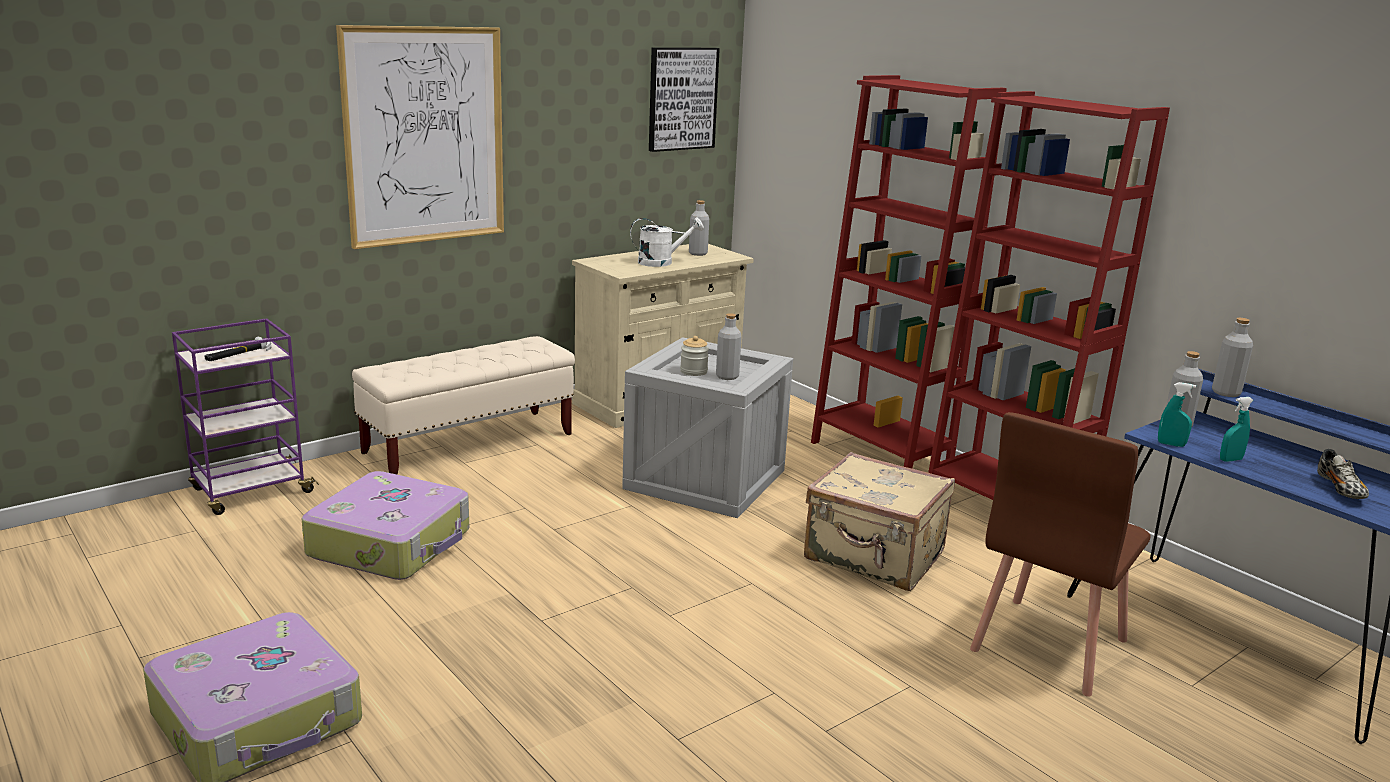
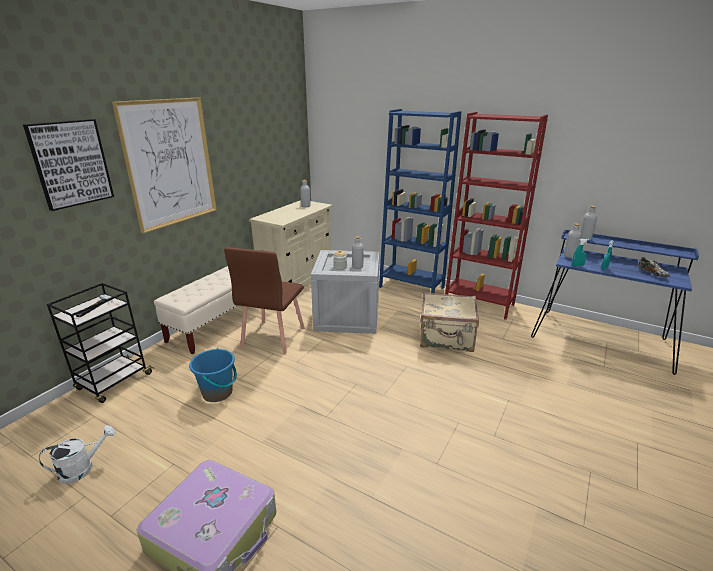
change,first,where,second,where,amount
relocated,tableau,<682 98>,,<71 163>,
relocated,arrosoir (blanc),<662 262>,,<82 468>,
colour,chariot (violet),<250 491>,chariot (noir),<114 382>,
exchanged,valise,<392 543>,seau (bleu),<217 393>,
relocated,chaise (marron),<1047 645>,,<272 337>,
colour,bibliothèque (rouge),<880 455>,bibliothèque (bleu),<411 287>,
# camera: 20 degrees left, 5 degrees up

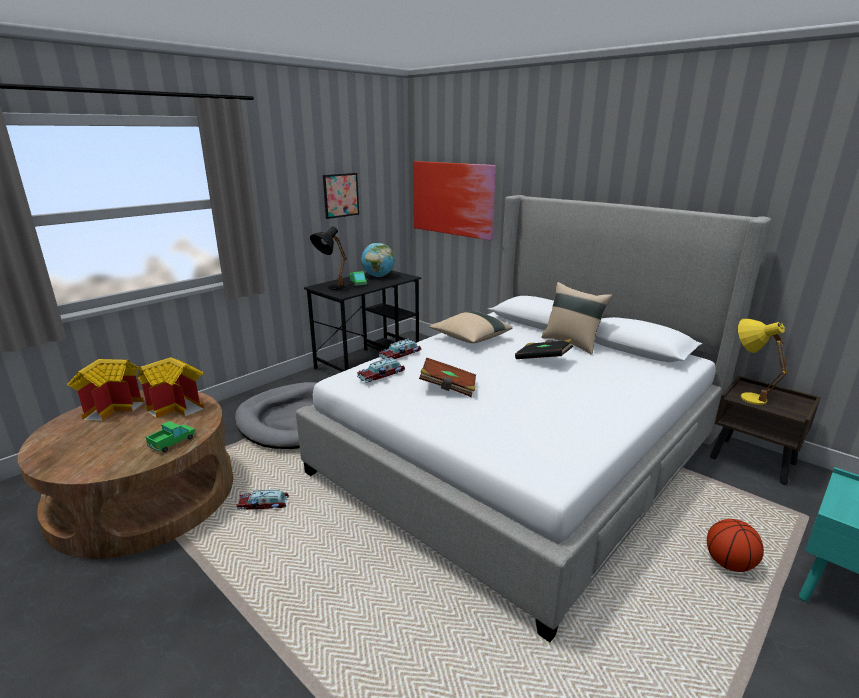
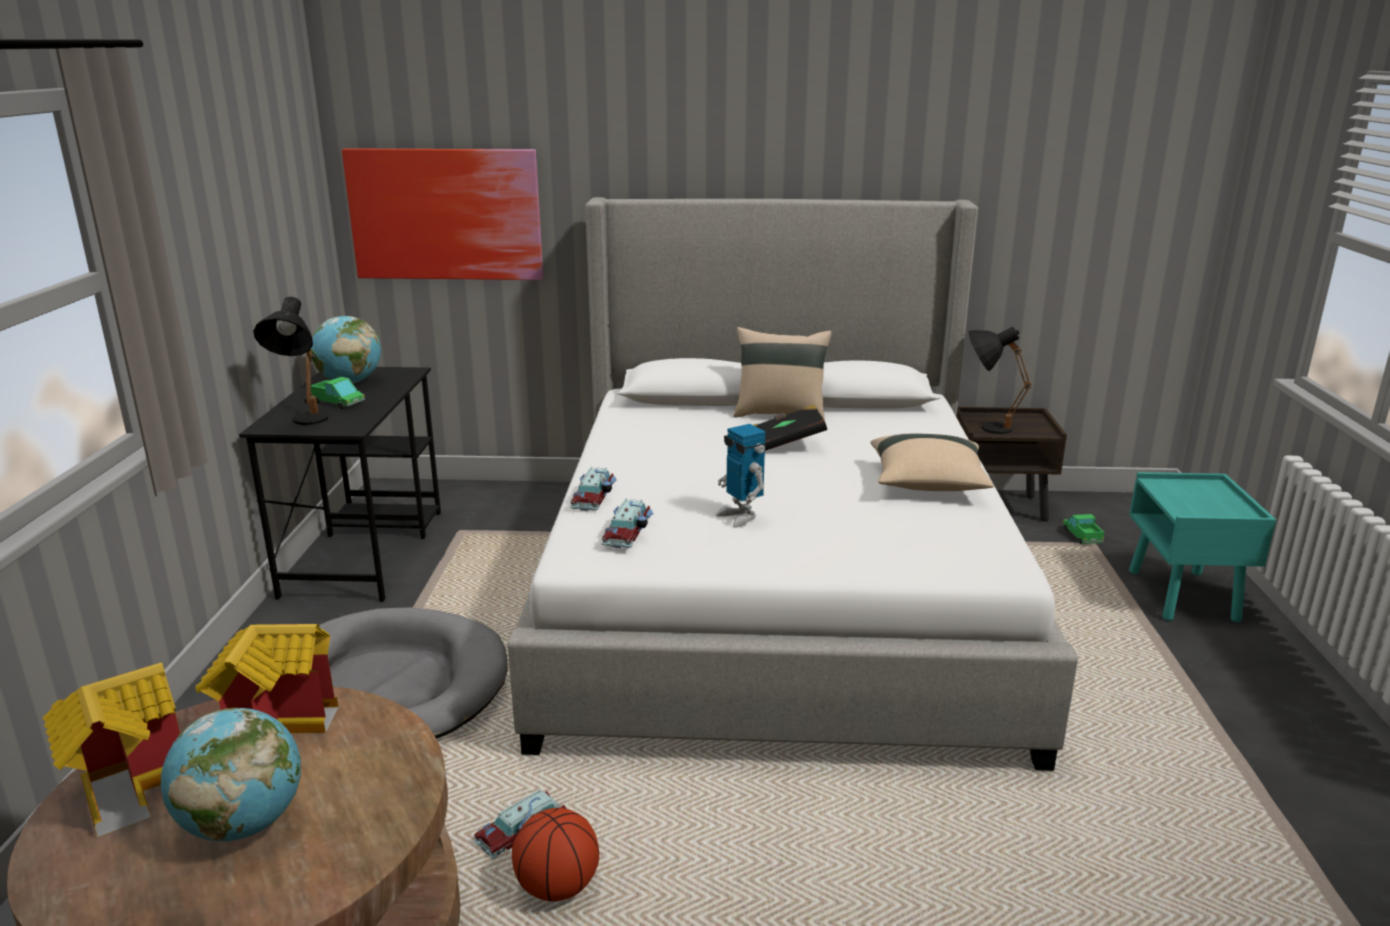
change,first,where,second,where,amount
appeared,,,globe,<243 824>,
relocated,ballon de basket,<729 564>,,<558 887>,
exchanged,livre (marron),<448 388>,robot jouet,<740 517>,
relocated,coussin (beige),<470 339>,,<927 484>,
colour,lampe de table (jaune),<745 395>,lampe de table (noir),<985 427>,
relocated,camion jouet,<172 442>,,<1081 536>,
missing,tableau,<341 195>,,,
# camera: 40 degrees left, 0 degrees up

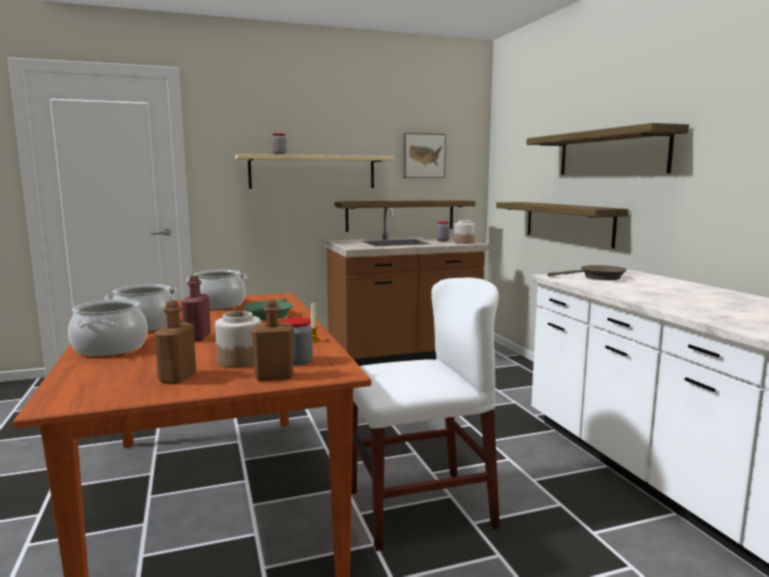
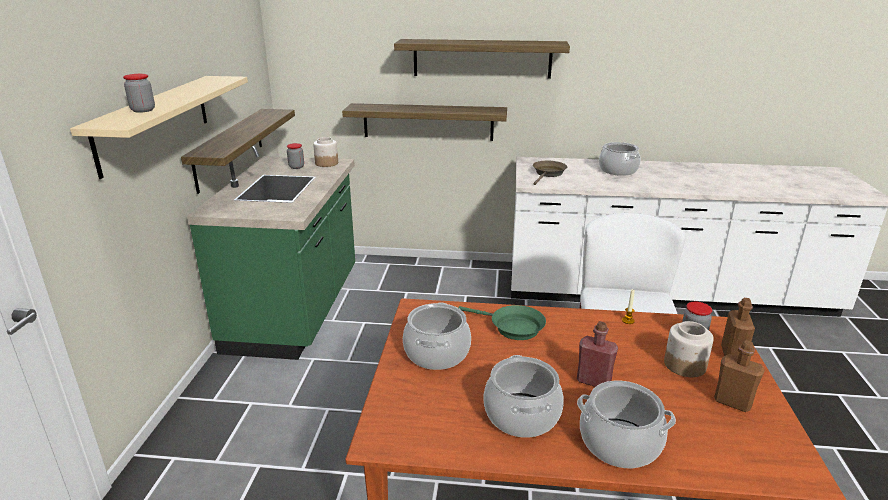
change,first,where,second,where,amount
colour,comptoir de cuisine (marron),<403 355>,comptoir de cuisine (vert),<296 310>,
appeared,,,marmite,<618 170>,
missing,tableau,<423 156>,,,
# camera: 65 degrees left, 15 degrees up

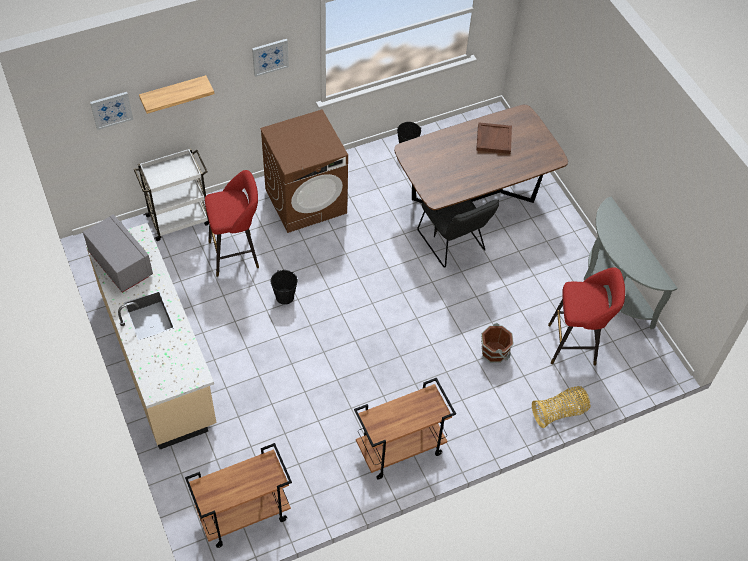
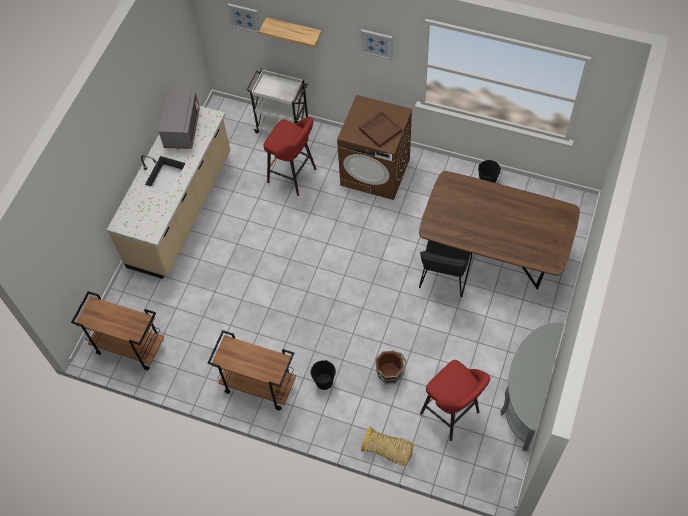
change,first,where,second,where,amount
relocated,seau (noir),<284 297>,,<324 382>,
relocated,plateau (marron),<493 139>,,<380 129>,
# camera: 50 degrees right, 5 degrees up

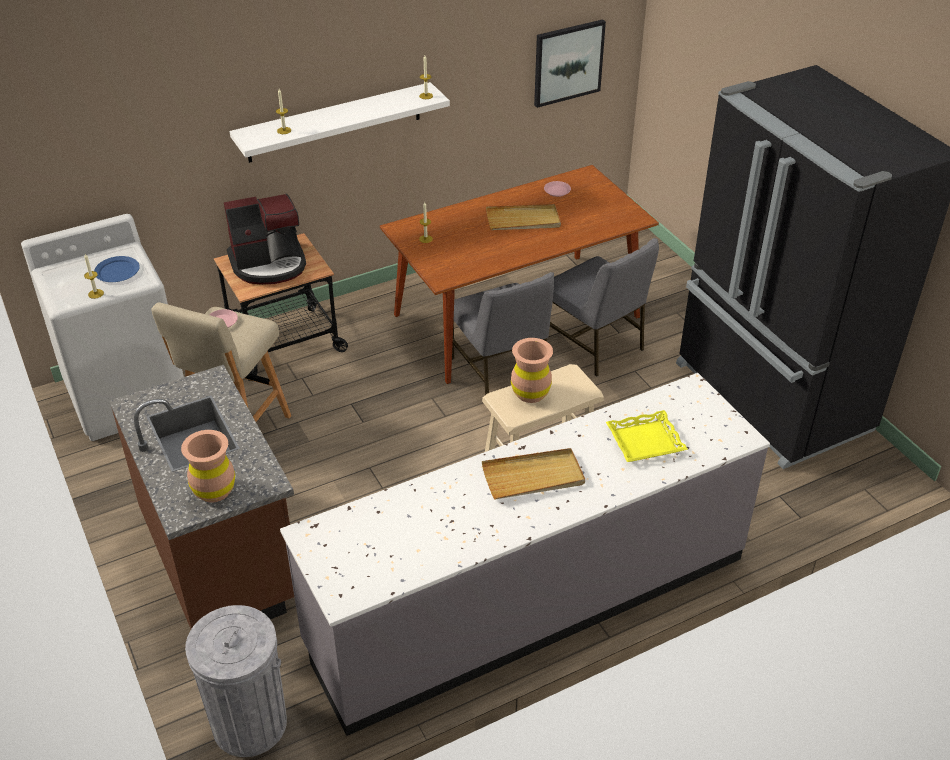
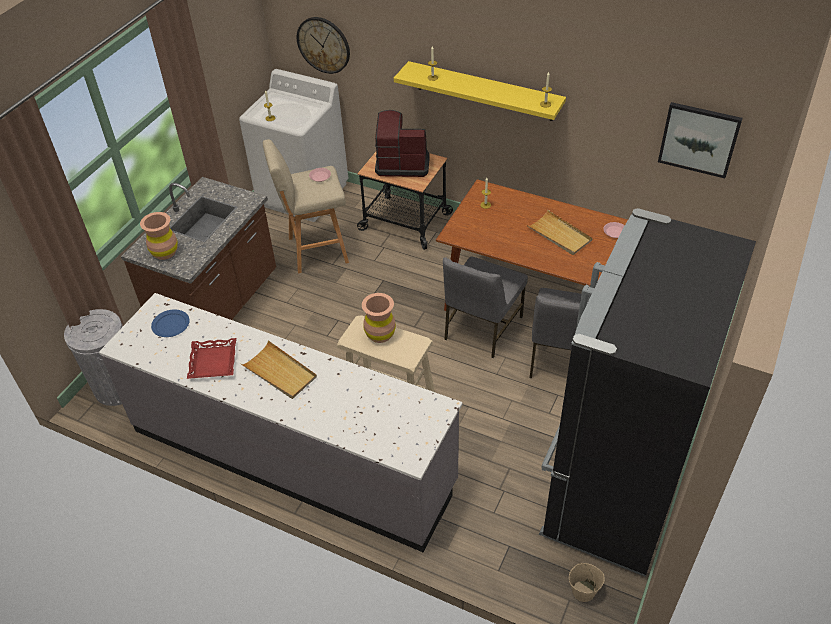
change,first,where,second,where,amount
relocated,assiette (bleu),<117 271>,,<171 324>,
appeared,,,plateau (rouge),<213 362>,
appeared,,,horloge murale,<323 45>,
spun,machine à café,<269 264>,,<402 163>,150 degrees clockwise
colour,étagère (blanc),<334 122>,étagère (jaune),<484 91>,
appeared,,,seau (beige),<583 591>,
missing,plateau (jaune),<645 441>,,,
# camera: 55 degrees right, 5 degrees up

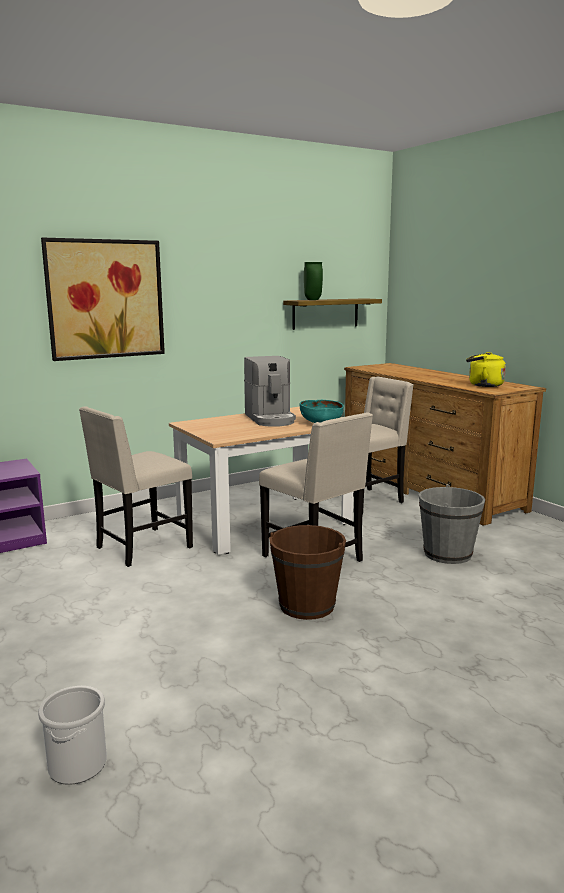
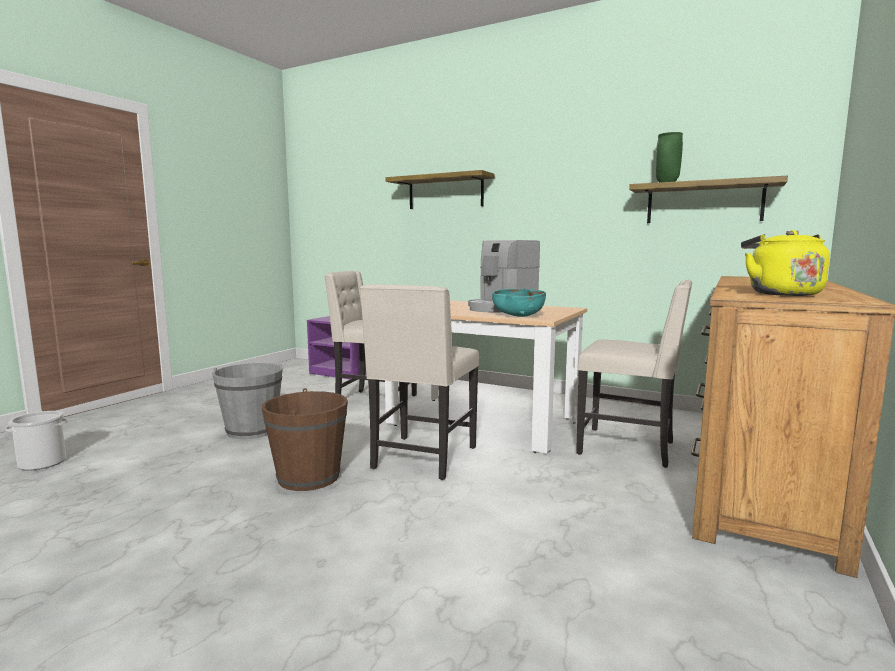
change,first,where,second,where,amount
relocated,seau (gris),<447 554>,,<252 430>,
exchanged,tableau,<105 299>,étagère,<445 192>,
# camera: 60 degrees right, 5 degrees down

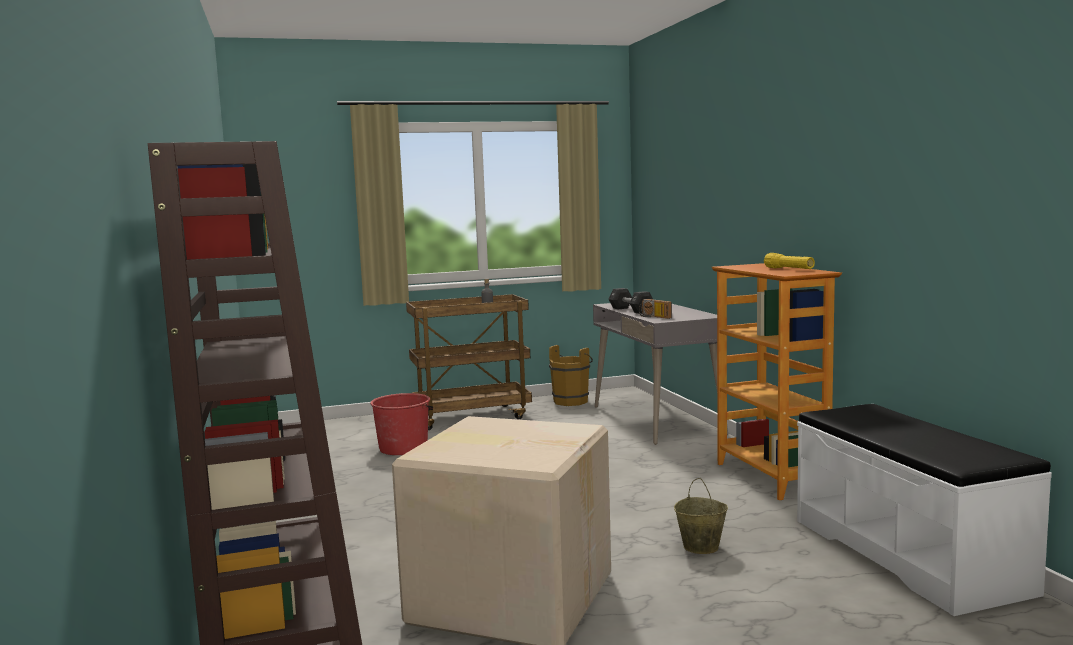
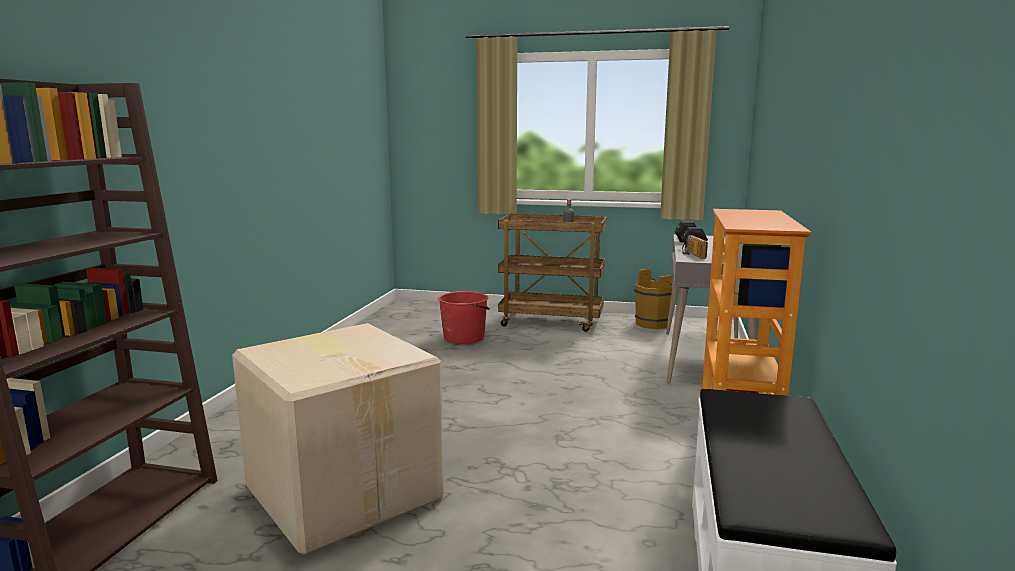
change,first,where,second,where,amount
missing,seau (beige),<700 547>,,,
missing,lampe de poche (jaune),<789 269>,,,
# camera: 30 degrees right, 5 degrees up

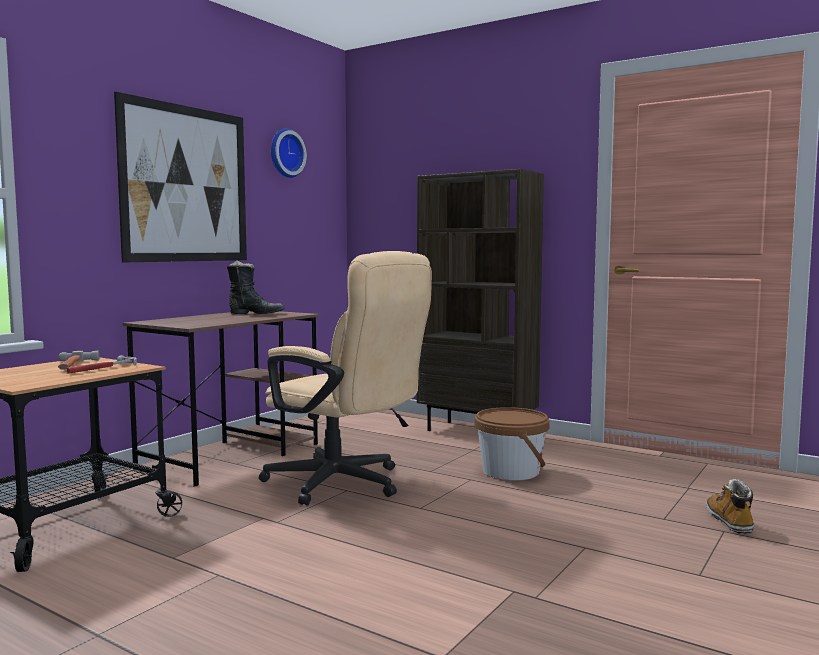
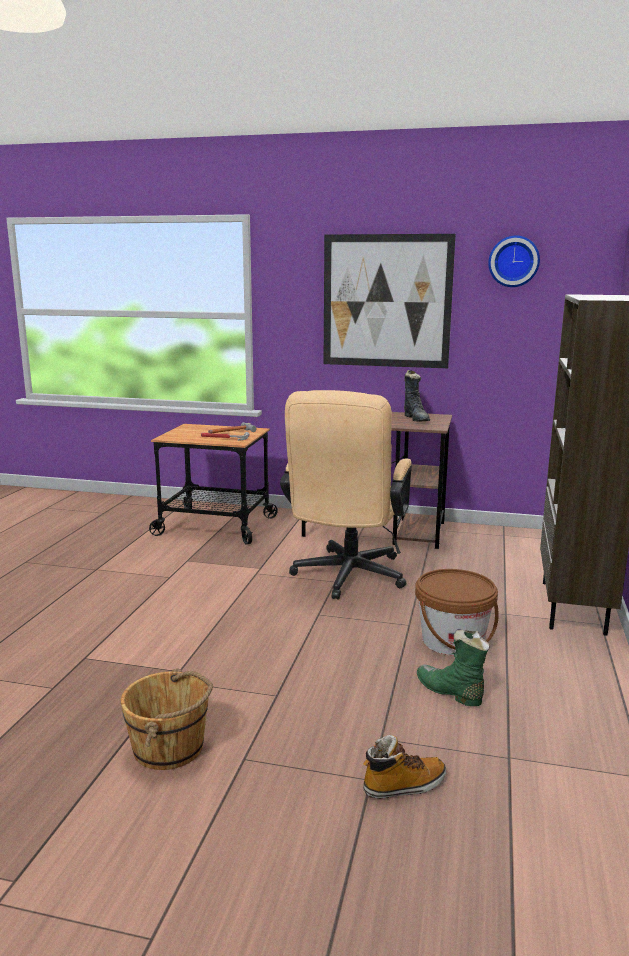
change,first,where,second,where,amount
appeared,,,seau (marron),<170 747>,
appeared,,,botte (vert),<449 692>,
# camera: 70 degrees right, 10 degrees up

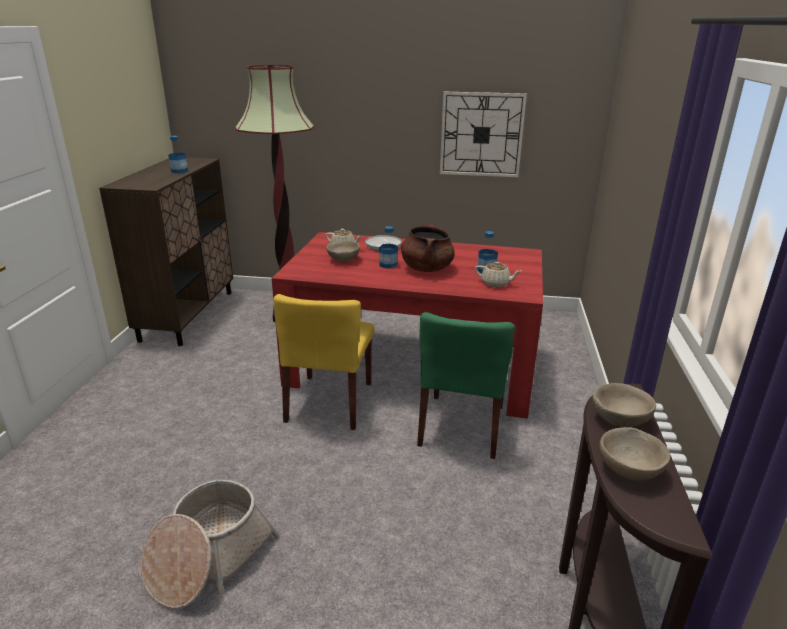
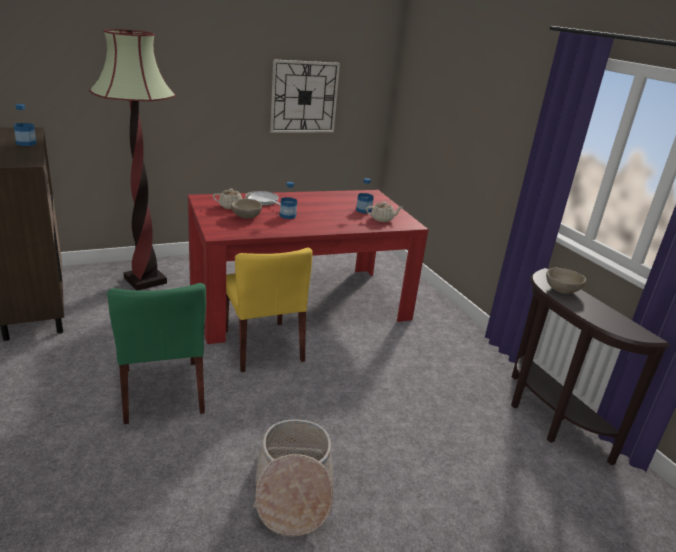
change,first,where,second,where,amount
relocated,chaise (vert),<462 426>,,<162 391>,
missing,marmite (marron),<426 268>,,,
missing,bol (beige),<629 470>,,,
# camera: 35 degrees left, 0 degrees up

